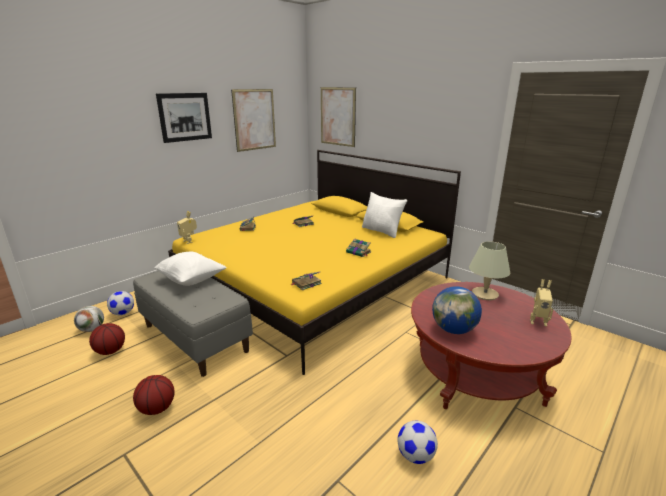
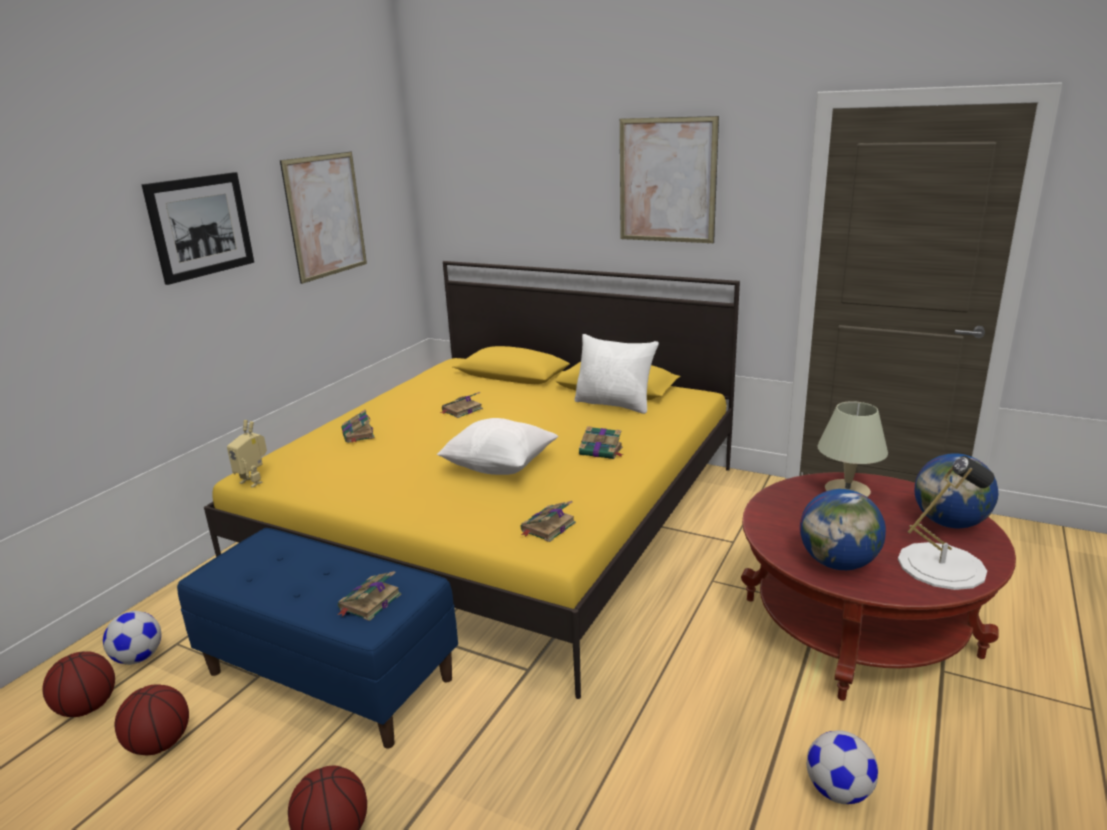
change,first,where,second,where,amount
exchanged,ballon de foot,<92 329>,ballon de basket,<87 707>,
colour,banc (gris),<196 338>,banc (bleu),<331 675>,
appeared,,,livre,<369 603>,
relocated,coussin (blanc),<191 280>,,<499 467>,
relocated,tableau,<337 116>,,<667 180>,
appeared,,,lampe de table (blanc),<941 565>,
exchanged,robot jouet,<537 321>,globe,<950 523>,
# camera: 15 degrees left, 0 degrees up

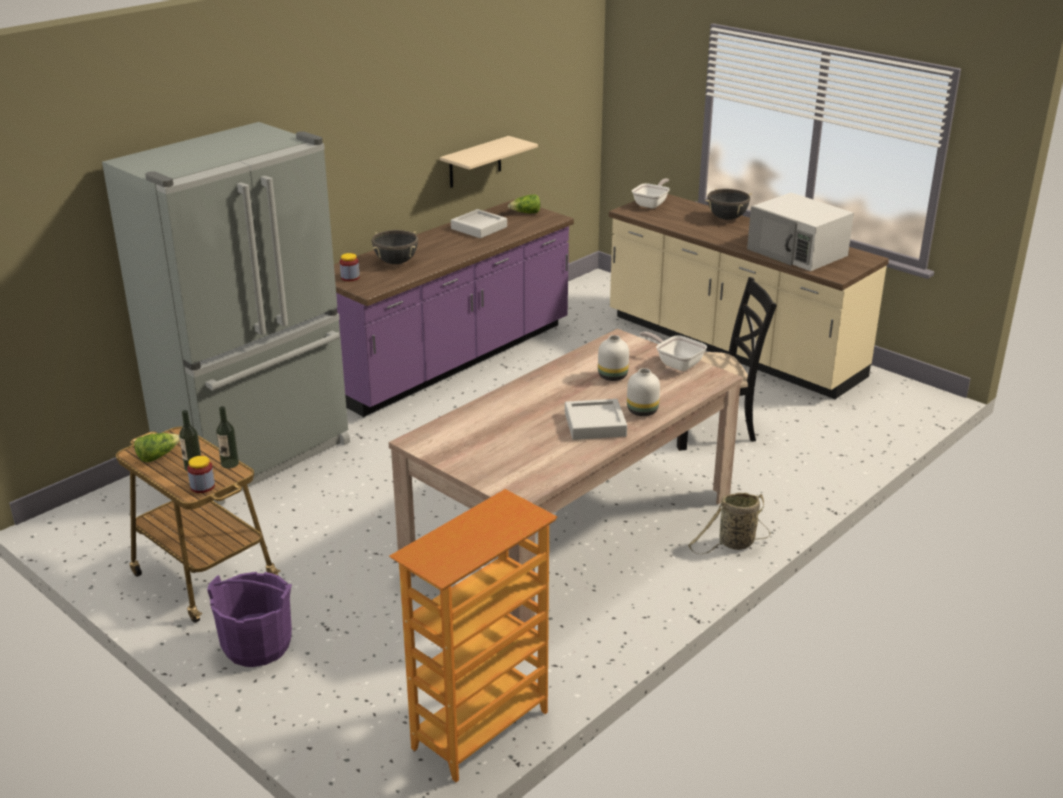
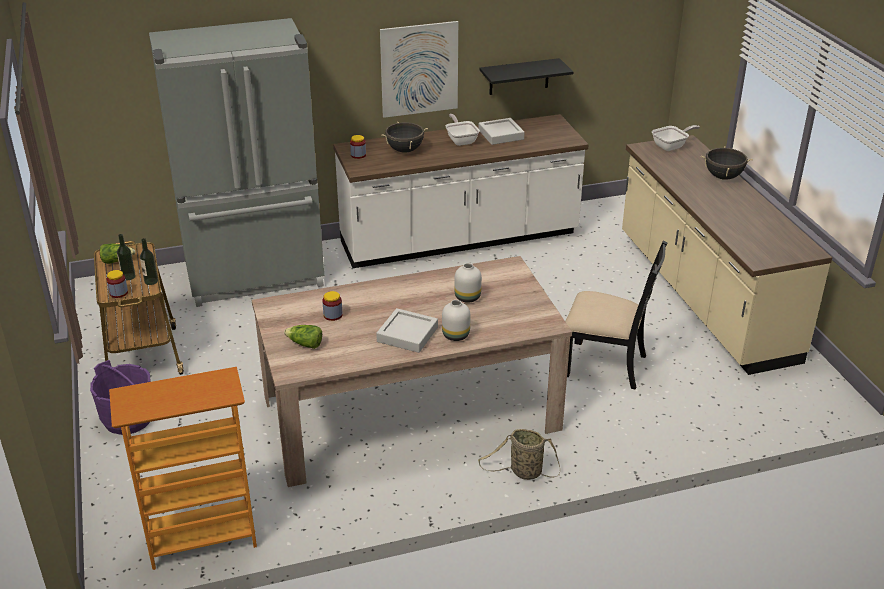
change,first,where,second,where,amount
relocated,laitue,<526 213>,,<305 344>,
appeared,,,bocal,<333 315>,
colour,comptoir de cuisine (violet),<451 360>,comptoir de cuisine (blanc),<459 240>,
appeared,,,tableau,<419 69>,
relocated,poêle,<676 363>,,<461 140>,
colour,étagère (beige),<475 162>,étagère (noir),<519 76>,
missing,micro-ondes (blanc),<798 252>,,,
# camera: 30 degrees right, 5 degrees up

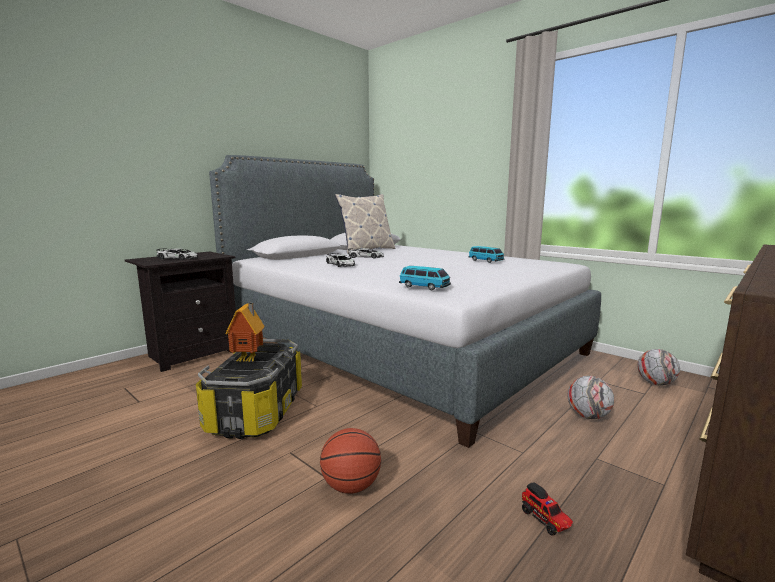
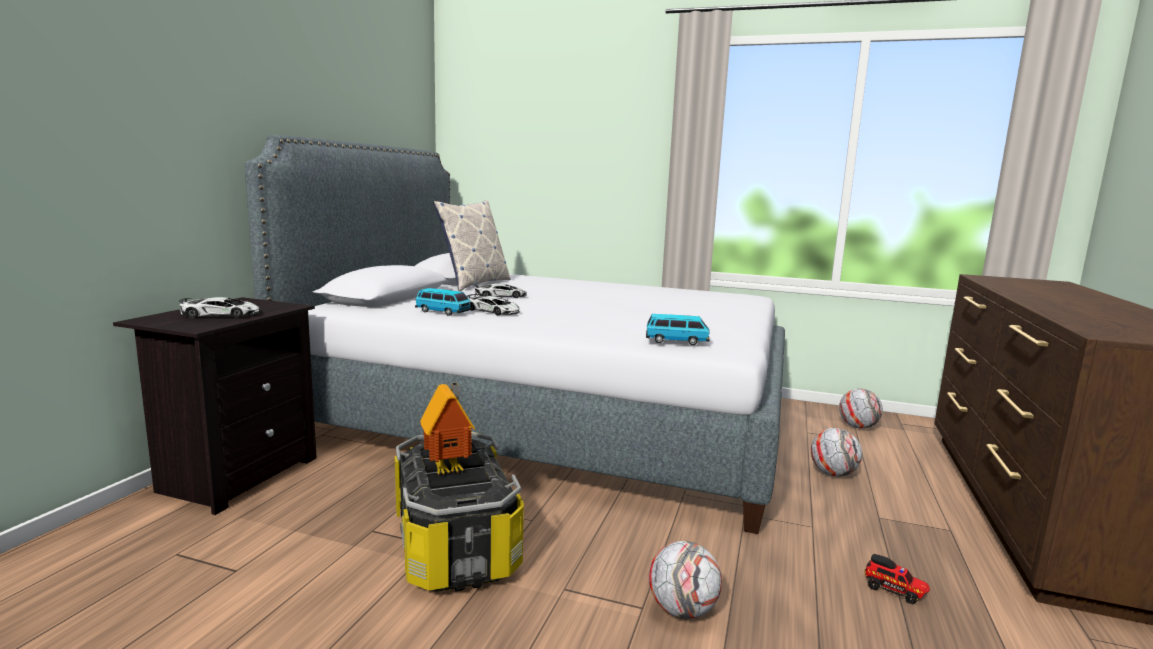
change,first,where,second,where,amount
relocated,petite voiture,<486 261>,,<443 312>,
exchanged,ballon de basket,<351 486>,ballon de foot,<682 610>,
# camera: 25 degrees left, 0 degrees up

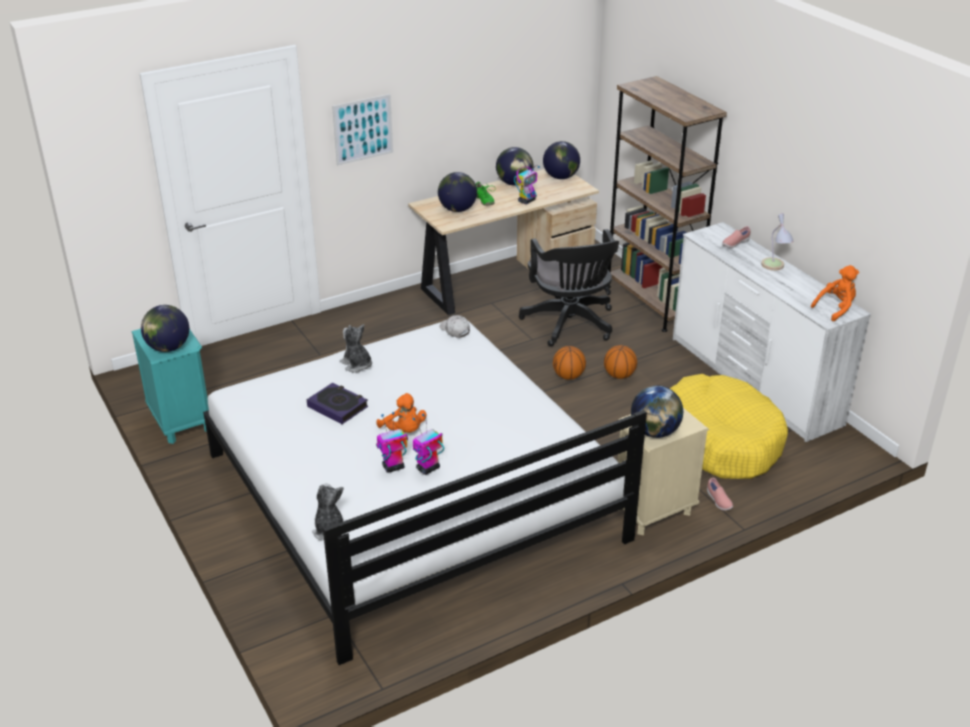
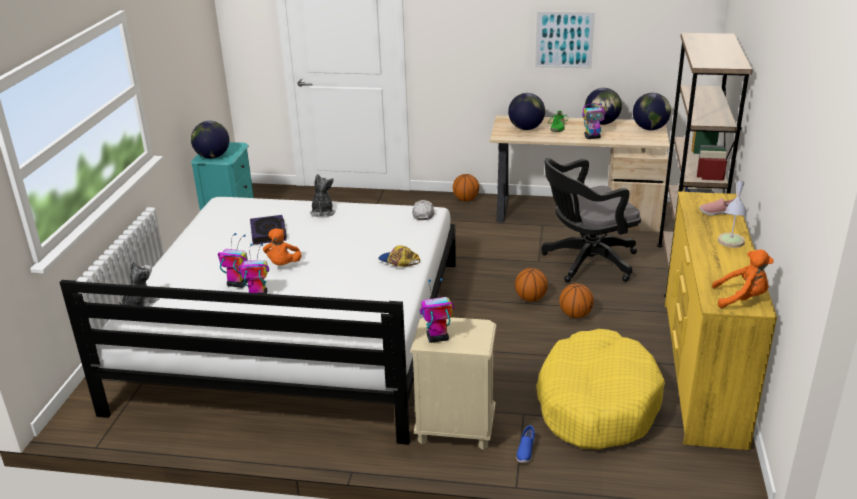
change,first,where,second,where,amount
appeared,,,casquette,<398 261>,
exchanged,globe,<654 432>,robot jouet,<437 338>,
appeared,,,ballon de basket,<466 199>,
colour,chaussure (rose),<718 501>,chaussure (bleu),<525 452>,
relocated,tableau,<363 129>,,<564 40>,
spun,chaise de bureau (noir),<570 325>,,<585 262>,45 degrees clockwise
colour,commode (blanc),<754 381>,commode (jaune),<700 370>,
# camera: 40 degrees right, 5 degrees down

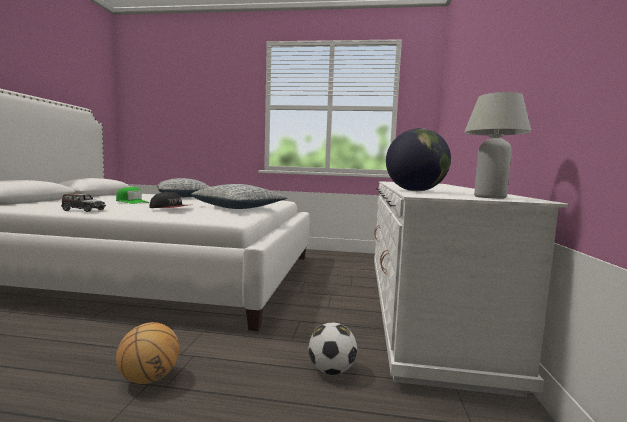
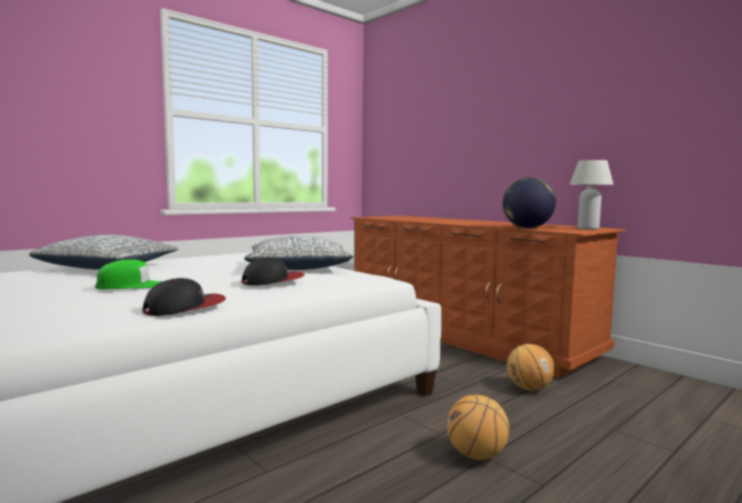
change,first,where,second,where,amount
exchanged,petite voiture,<83 210>,casquette,<185 308>,
colour,commode (blanc),<422 309>,commode (marron),<463 334>,
exchanged,ballon de foot,<331 370>,ballon de basket,<528 388>,
# camera: 50 degrees left, 0 degrees up

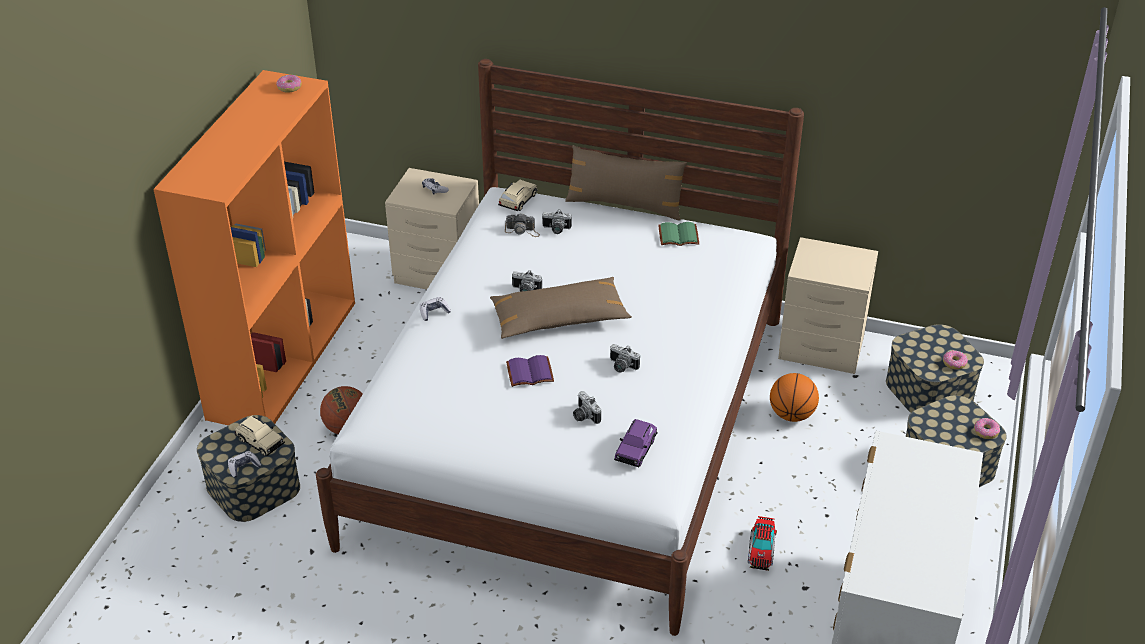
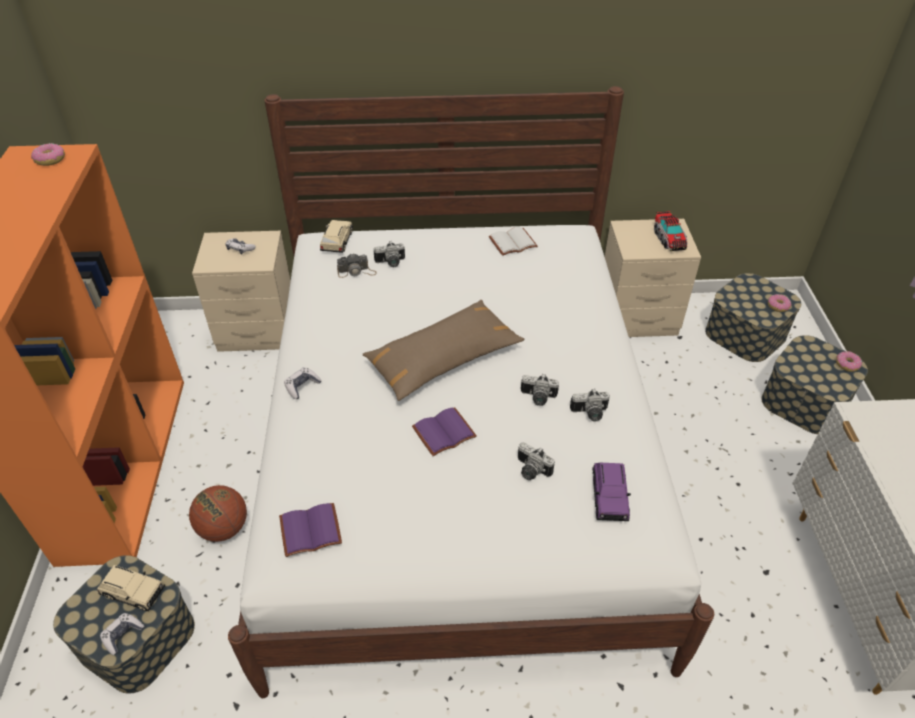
change,first,where,second,where,amount
appeared,,,livre (violet),<311 529>,
colour,livre (vert),<678 236>,livre (blanc),<512 243>,
relocated,appareil photo,<525 291>,,<590 414>,
relocated,camion jouet,<761 550>,,<668 238>,
missing,coussin (marron),<625 205>,,,
missing,ballon de basket,<791 414>,,,
# camera: 20 degrees left, 5 degrees up

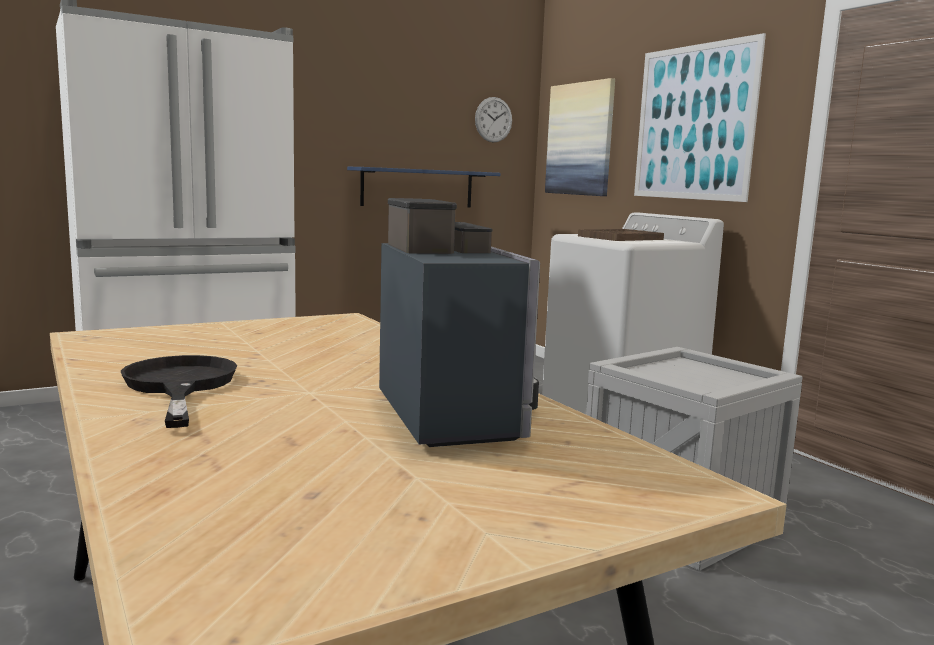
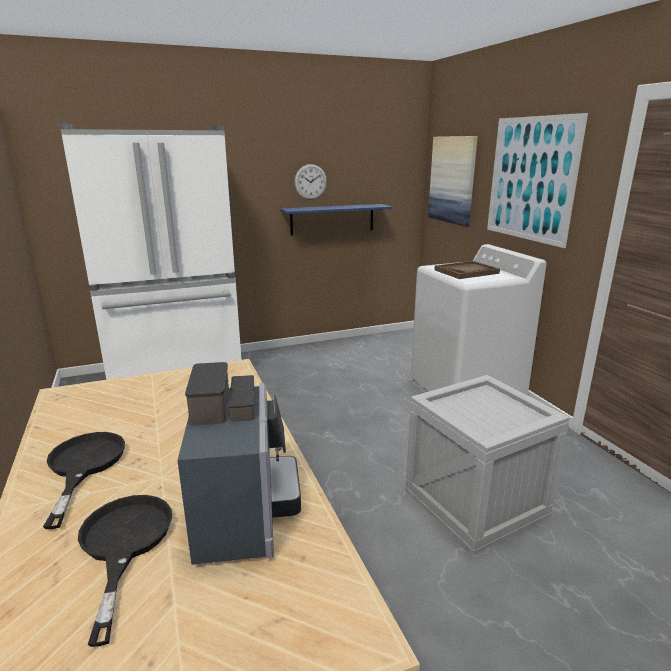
change,first,where,second,where,amount
appeared,,,poêle (noir),<124 544>,
relocated,horloge murale,<493 119>,,<310 182>,
# camera: 10 degrees right, 10 degrees up

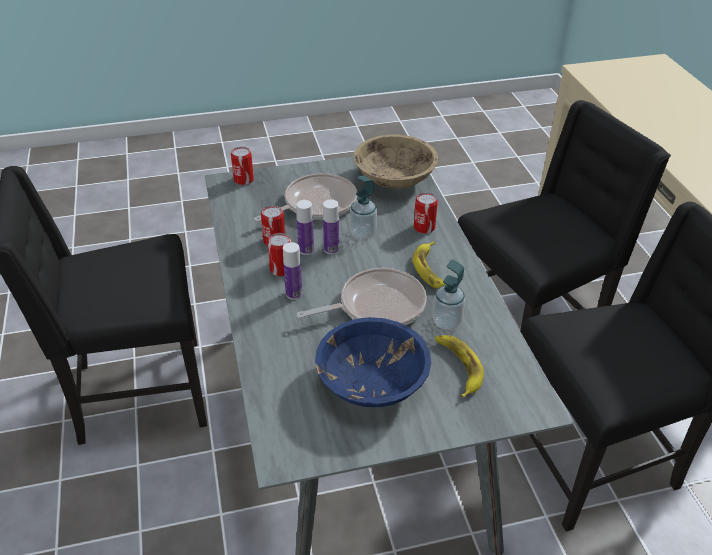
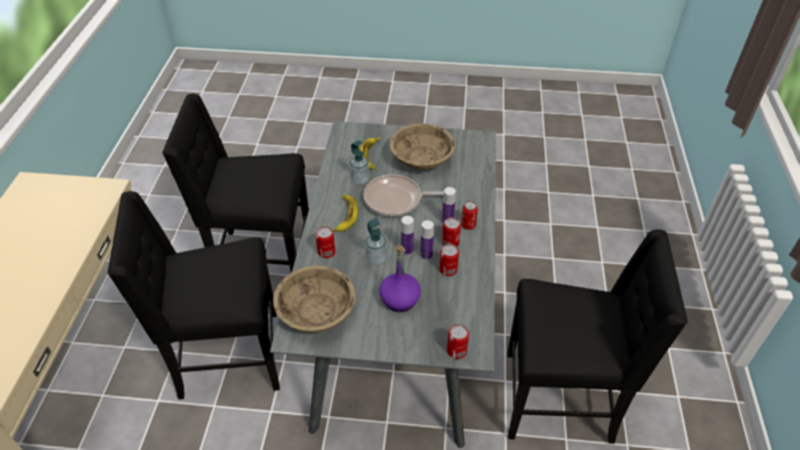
change,first,where,second,where,amount
exchanged,poêle,<316 204>,bouteille (violet),<400 300>,
colour,bol (bleu),<371 382>,bol (beige),<422 159>,
appeared,,,boîte métallique,<468 225>,
# camera: 160 degrees left, 5 degrees up

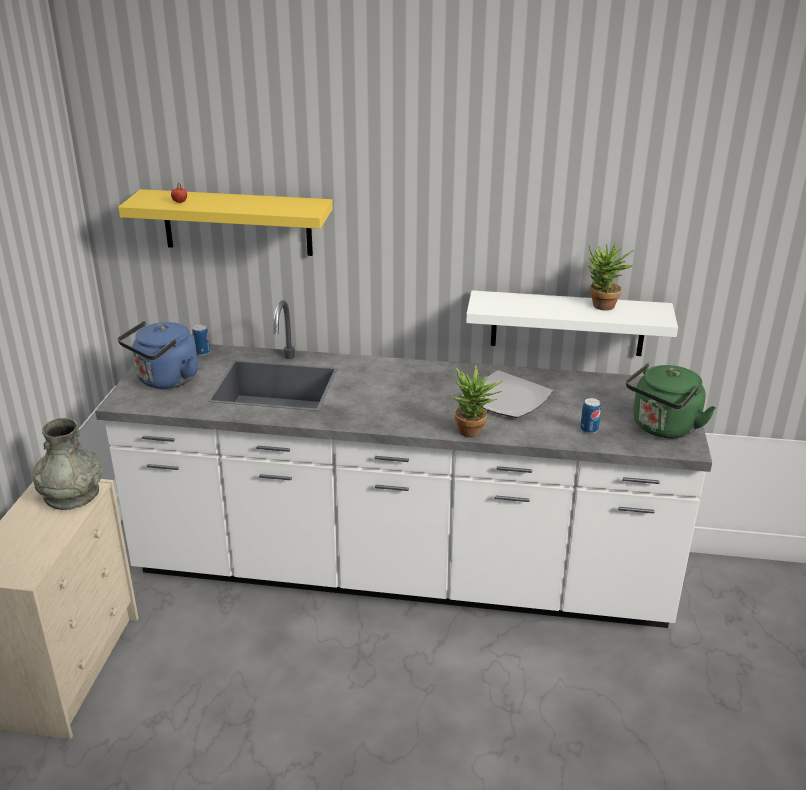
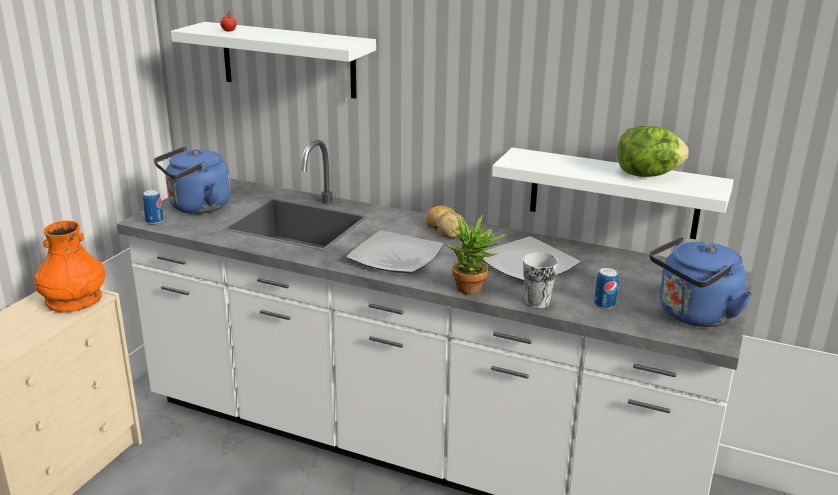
change,first,where,second,where,amount
colour,vase (gris),<71 494>,vase (orange),<73 299>,
relocated,boîte métallique,<202 352>,,<154 221>,
colour,étagère (jaune),<237 222>,étagère (blanc),<288 60>,
appeared,,,assiette,<395 256>,
appeared,,,pain,<445 229>,
appeared,,,tasse,<537 302>,
exchanged,plante en pot,<602 307>,laitue,<647 175>,
colour,bouilloire (vert),<663 428>,bouilloire (bleu),<693 315>,
# camera: 15 degrees right, 5 degrees down

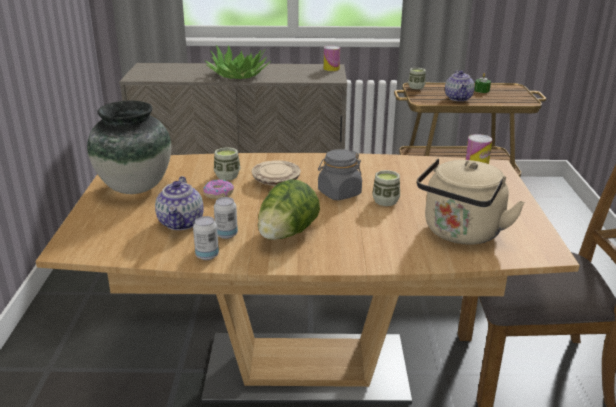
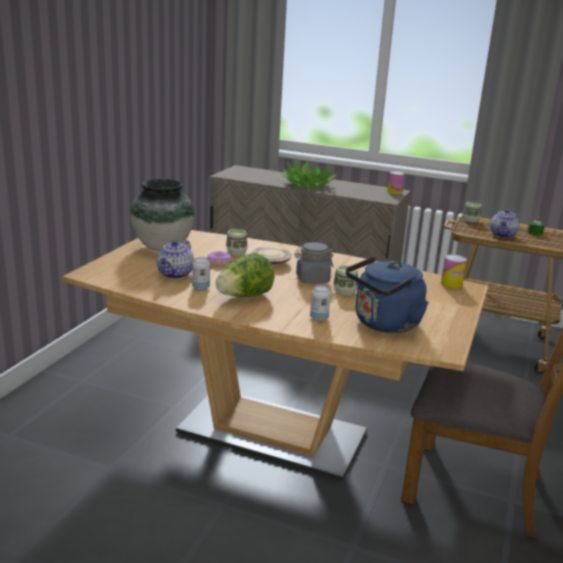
change,first,where,second,where,amount
relocated,boîte métallique,<207 255>,,<319 318>,
colour,bouilloire (beige),<461 234>,bouilloire (bleu),<384 324>,
# camera: 20 degrees right, 5 degrees down

